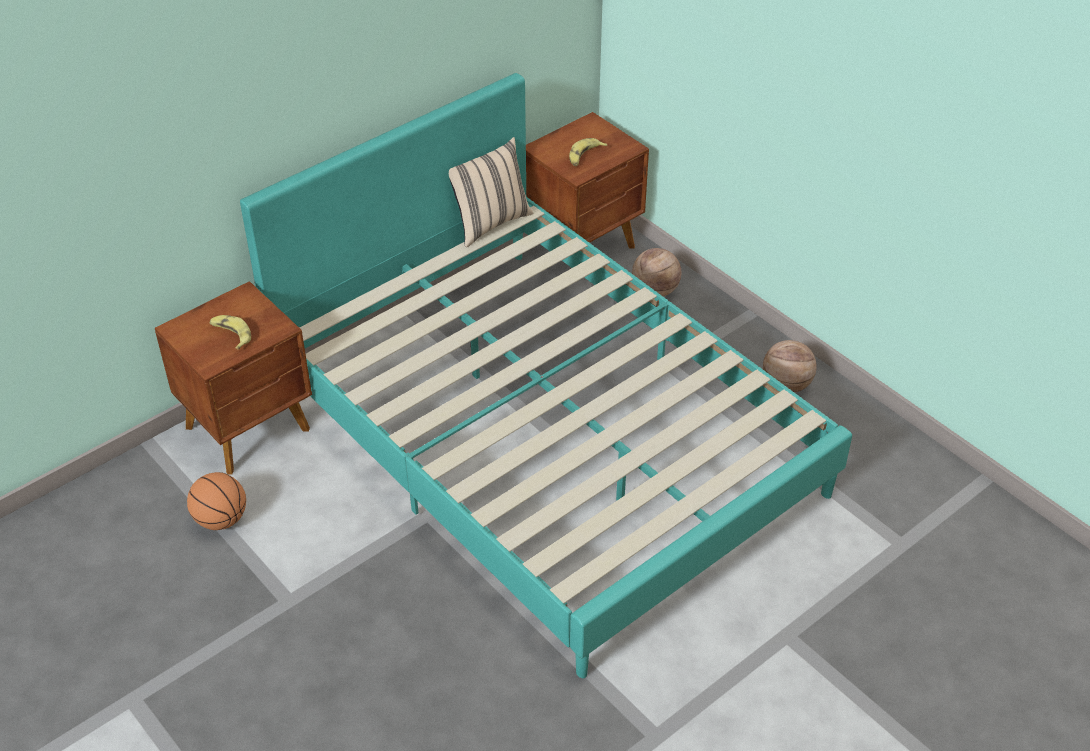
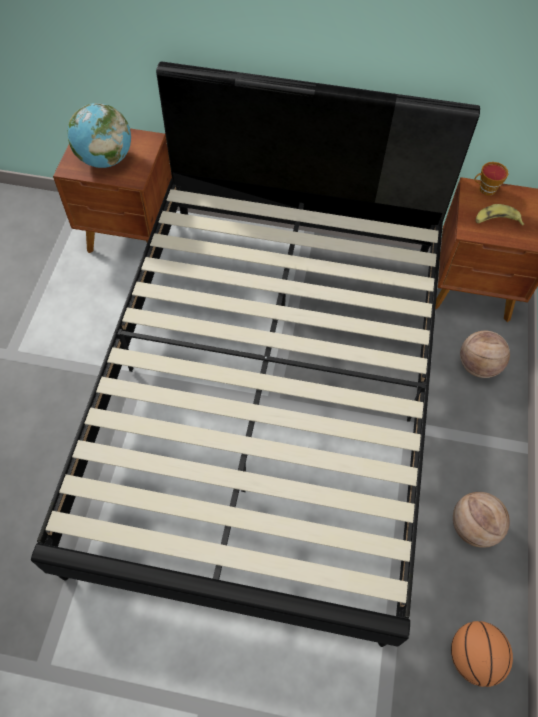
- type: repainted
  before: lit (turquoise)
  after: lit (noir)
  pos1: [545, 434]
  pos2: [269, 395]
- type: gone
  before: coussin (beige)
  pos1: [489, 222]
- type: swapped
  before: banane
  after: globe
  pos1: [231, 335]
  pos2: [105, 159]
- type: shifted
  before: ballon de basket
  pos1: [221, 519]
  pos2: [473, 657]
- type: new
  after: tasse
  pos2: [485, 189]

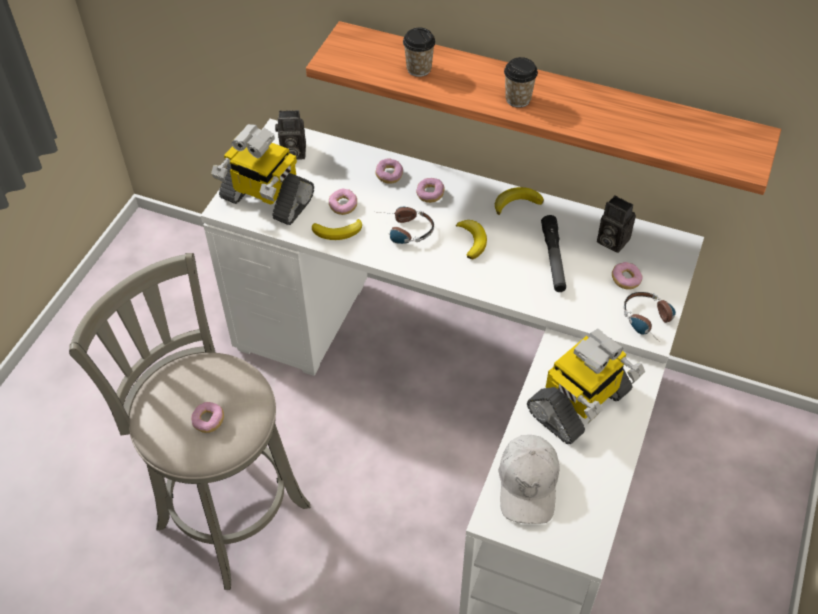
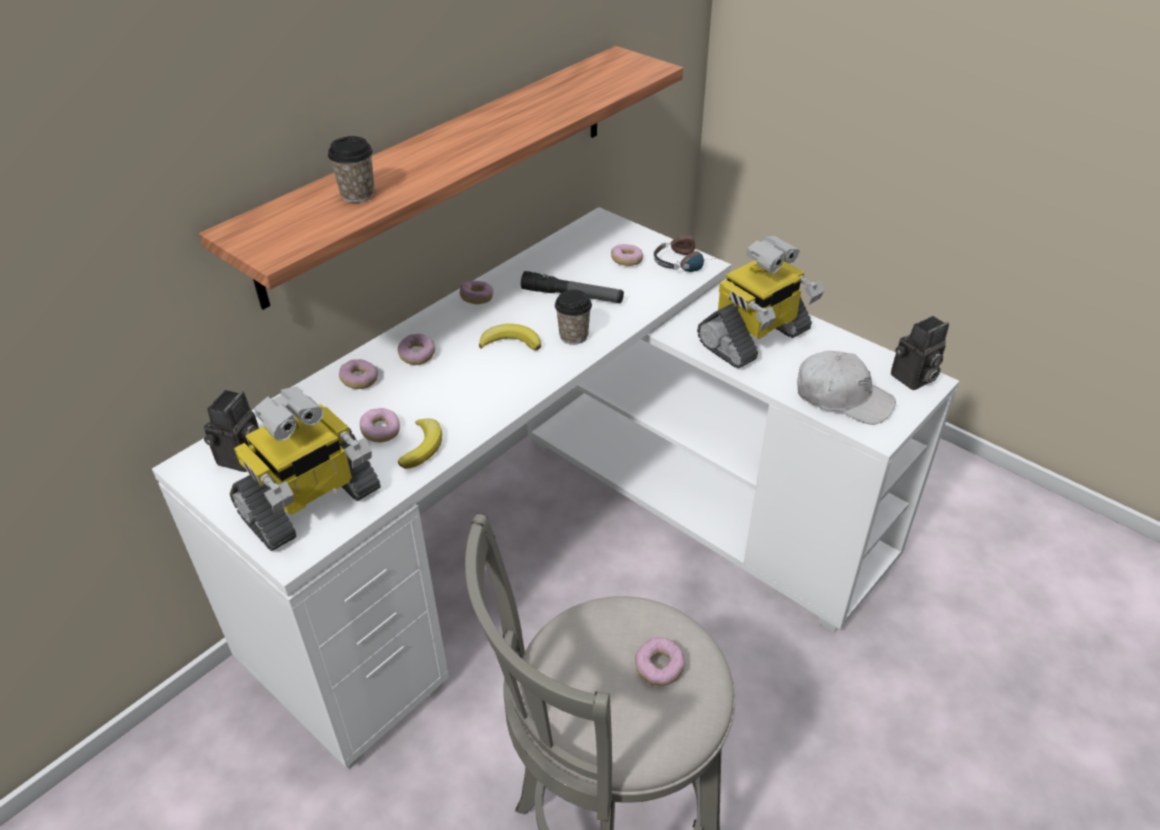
- type: shifted
  before: tasse
  pos1: [518, 99]
  pos2: [573, 336]
- type: swapped
  before: banane
  after: beignet
  pos1: [516, 203]
  pos2: [477, 299]
- type: shifted
  before: appareil photo
  pos1: [610, 240]
  pos2: [913, 379]
- type: gone
  before: casque audio
  pos1: [402, 231]
- type: rotated
  before: robot jouet
  pos1: [579, 404]
  pos2: [754, 339]
  turn: 75

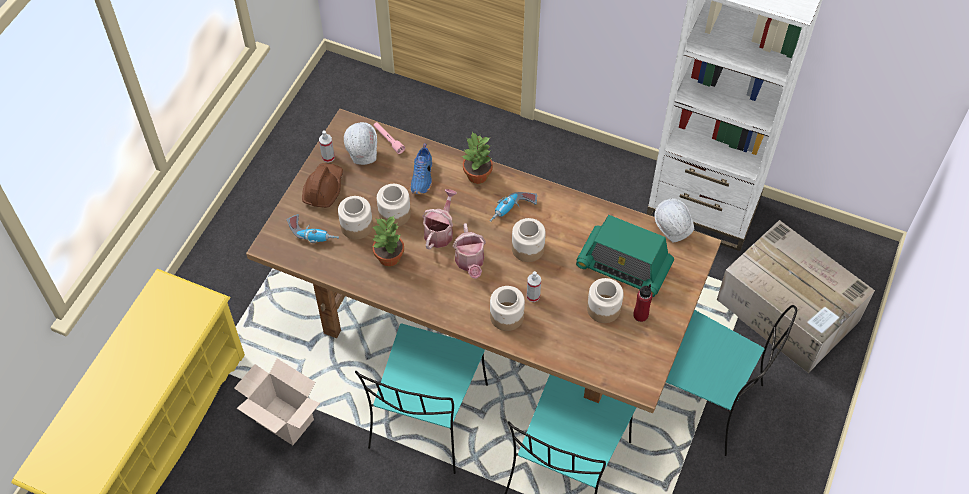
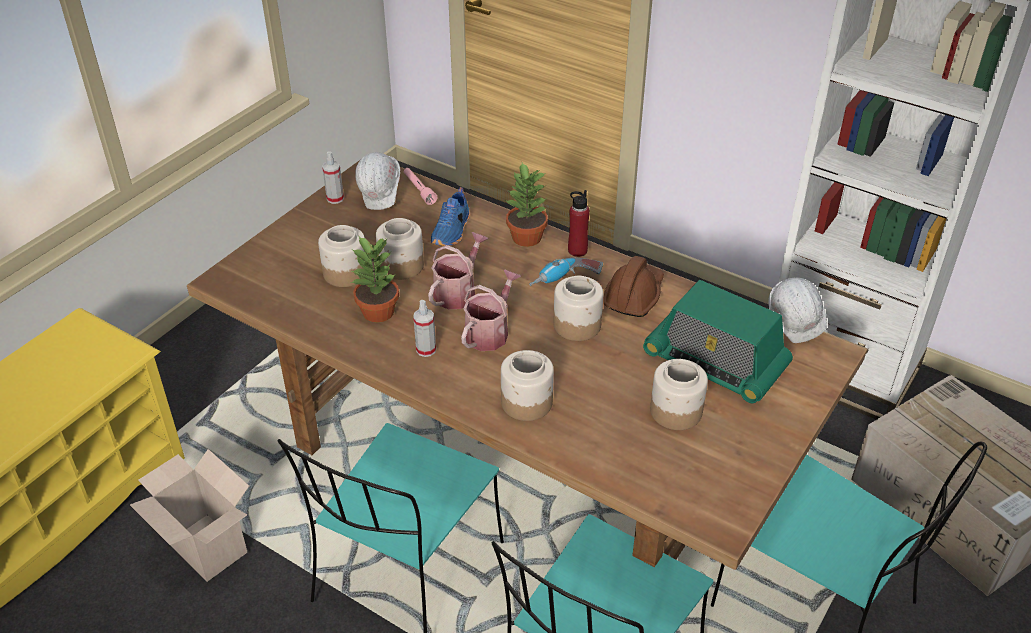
- type: shifted
  before: casque de chantier (marron)
  pos1: [323, 189]
  pos2: [633, 295]
- type: gone
  before: perceuse
  pos1: [313, 233]
- type: rotated
  before: arrosoir
  pos1: [470, 263]
  pos2: [490, 332]
  turn: -150
- type: shifted
  before: vaporisateur
  pos1: [533, 296]
  pos2: [426, 350]
- type: shifted
  before: bouteille (rouge)
  pos1: [640, 315]
  pos2: [577, 250]

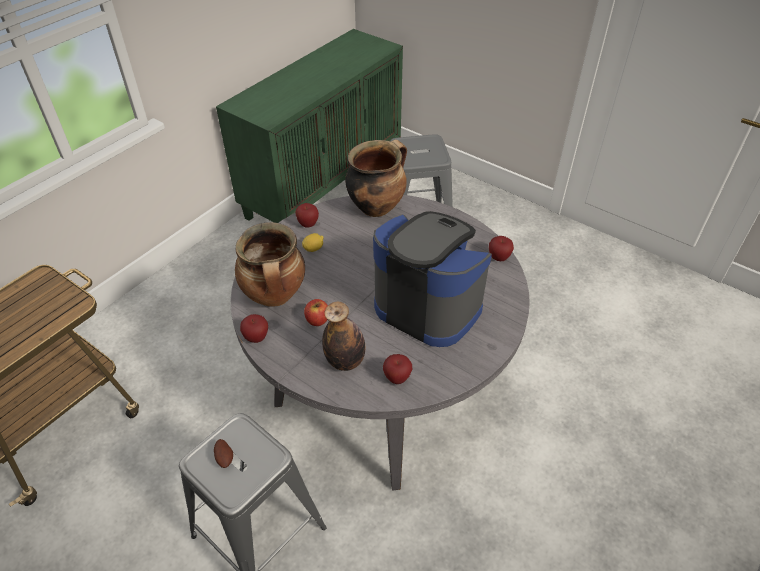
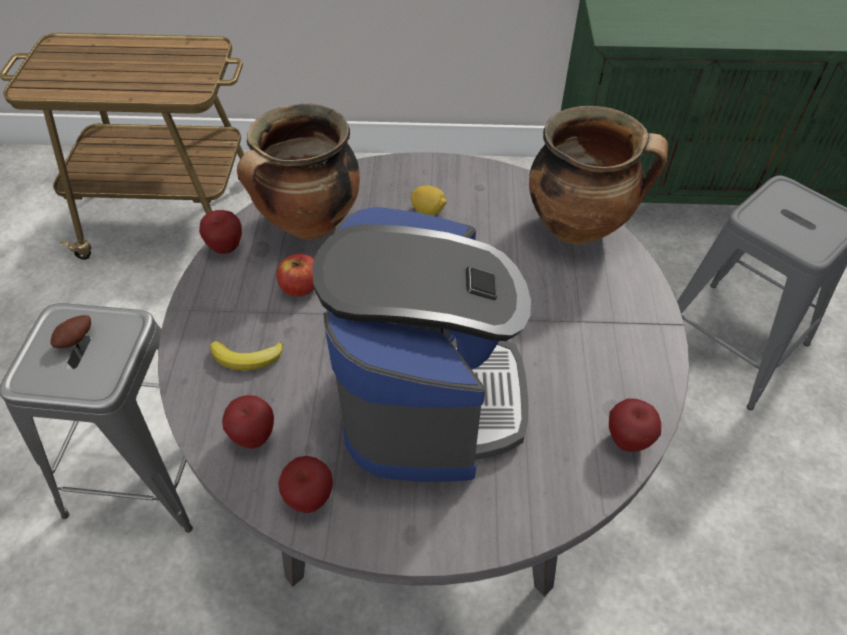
- type: shifted
  before: pomme
  pos1: [308, 224]
  pos2: [310, 498]
- type: swapped
  before: bouteille
  after: banane
  pos1: [345, 361]
  pos2: [247, 358]

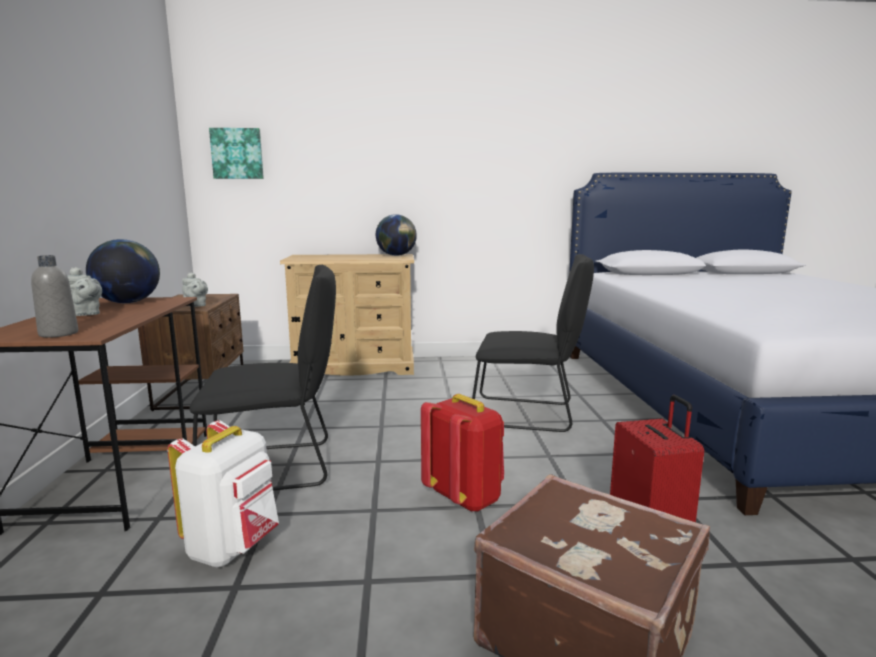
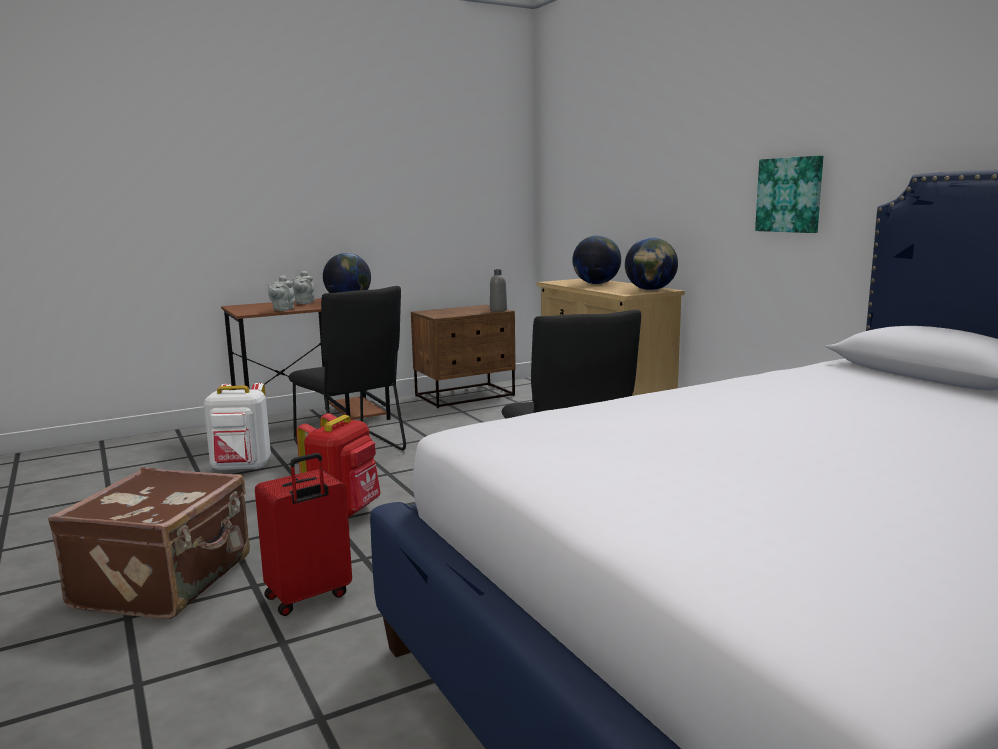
- type: shifted
  before: tableau
  pos1: [237, 153]
  pos2: [790, 195]
- type: shifted
  before: bouteille (gris)
  pos1: [58, 334]
  pos2: [498, 310]
- type: shifted
  before: théière (gris)
  pos1: [196, 305]
  pos2: [282, 309]
- type: new
  after: globe
  pos2: [596, 284]

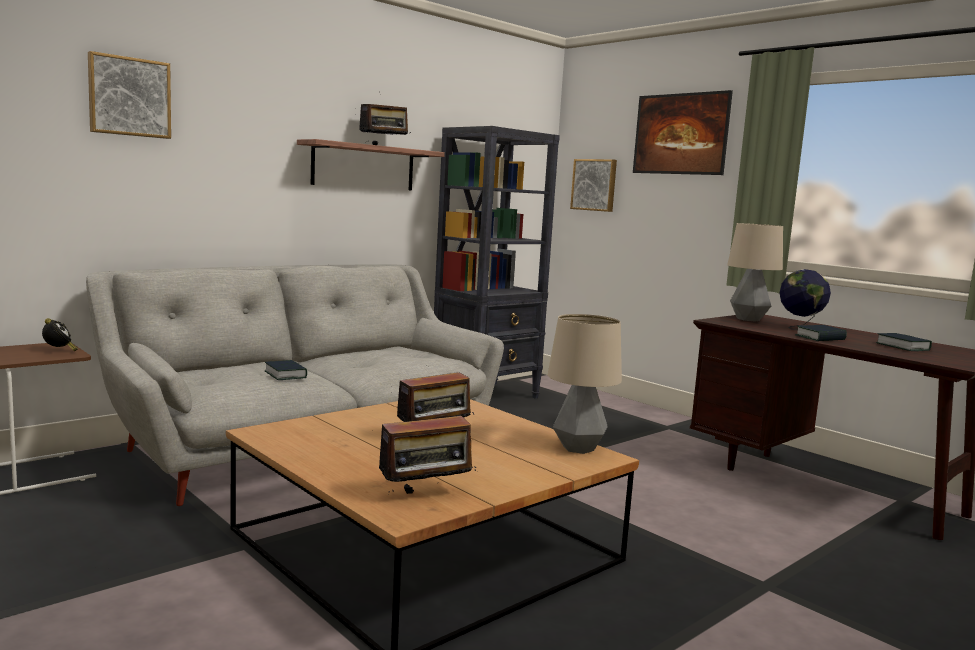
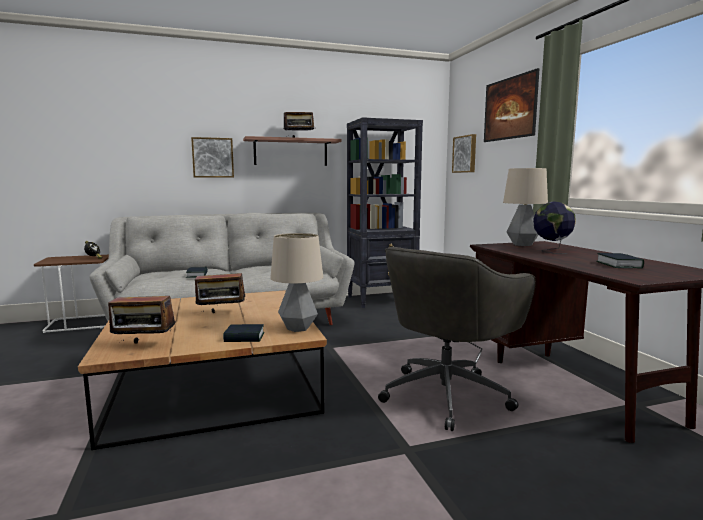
- type: shifted
  before: tableau
  pos1: [129, 97]
  pos2: [212, 157]
- type: shifted
  before: livre
  pos1: [820, 338]
  pos2: [244, 337]
- type: new
  after: chaise de bureau (gris)
  pos2: [447, 394]

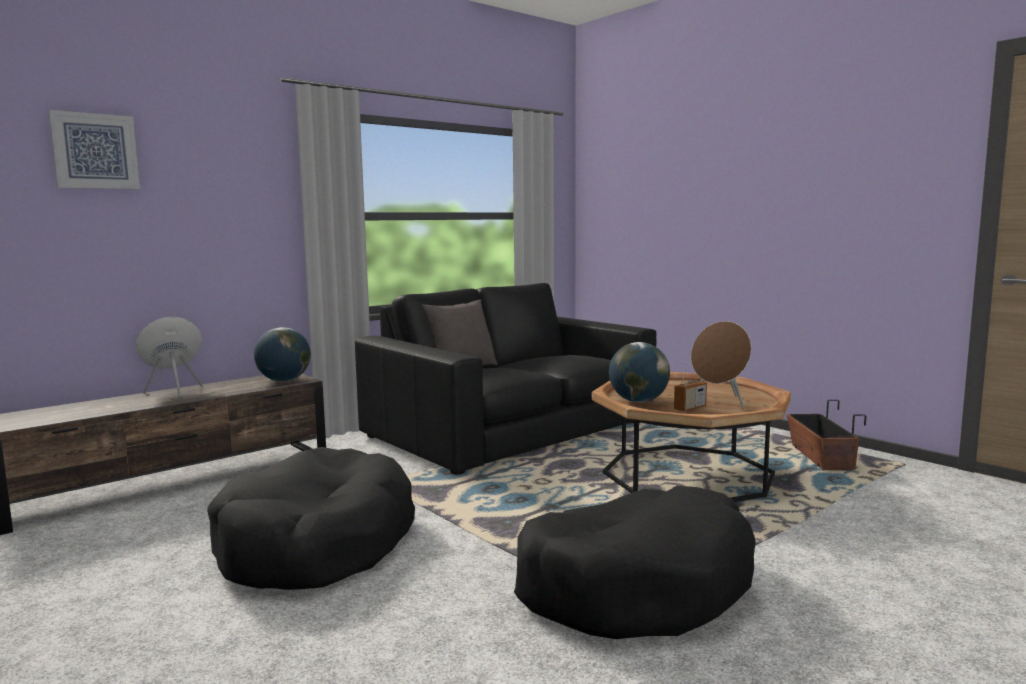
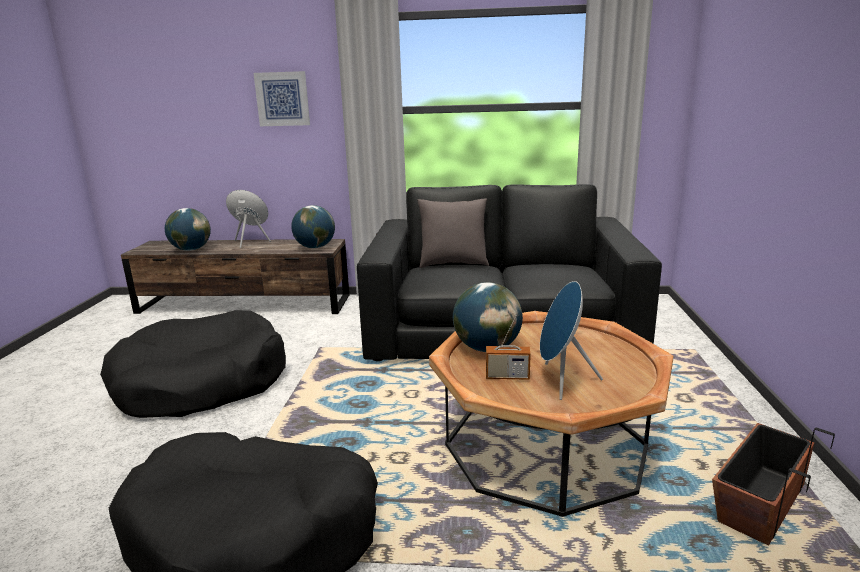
- type: shifted
  before: tableau
  pos1: [95, 151]
  pos2: [282, 99]
- type: repainted
  before: enceinte (marron)
  after: enceinte (bleu)
  pos1: [720, 402]
  pos2: [561, 381]
- type: new
  after: globe
  pos2: [191, 250]

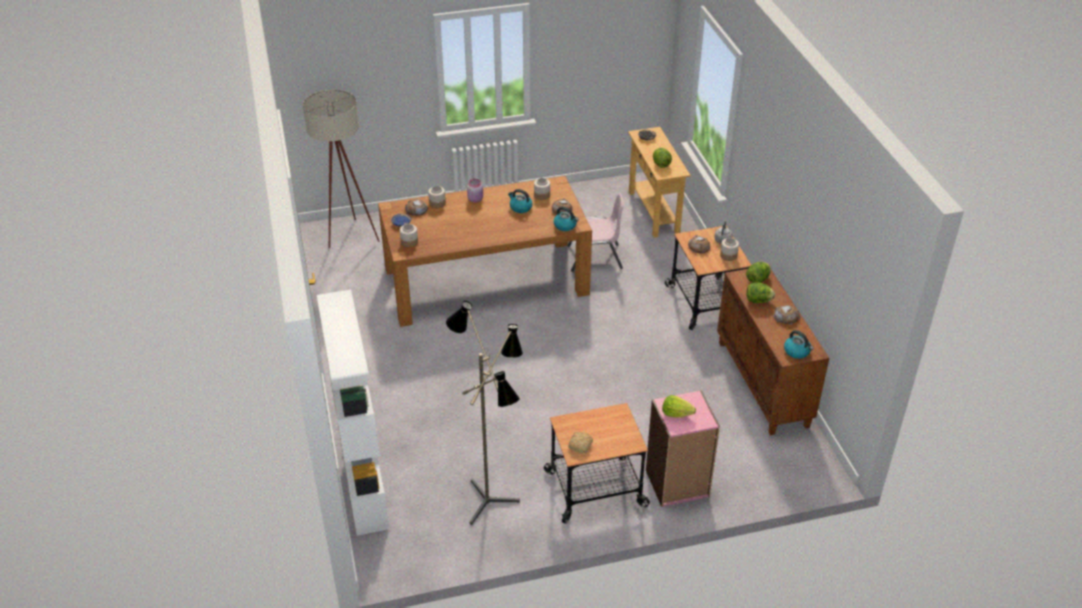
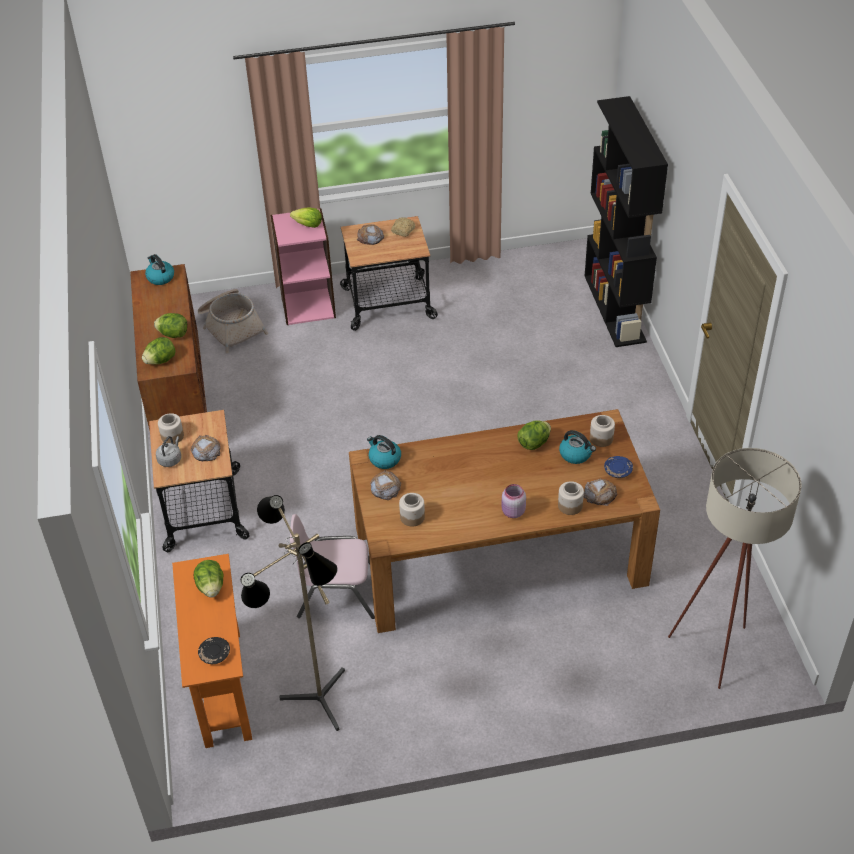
- type: repainted
  before: table console (beige)
  after: table console (orange)
  pos1: [653, 212]
  pos2: [222, 687]
- type: shifted
  before: bouilloire
  pos1: [520, 208]
  pos2: [576, 454]
- type: repainted
  before: bibliothèque (blanc)
  after: bibliothèque (noir)
  pos1: [364, 488]
  pos2: [615, 308]
- type: shifted
  before: lampadaire
  pos1: [492, 499]
  pos2: [313, 704]
- type: shifted
  before: pain
  pos1: [786, 317]
  pos2: [370, 237]
- type: new
  after: panier
  pos2: [231, 326]
- type: new
  after: laitue
  pos2: [534, 443]

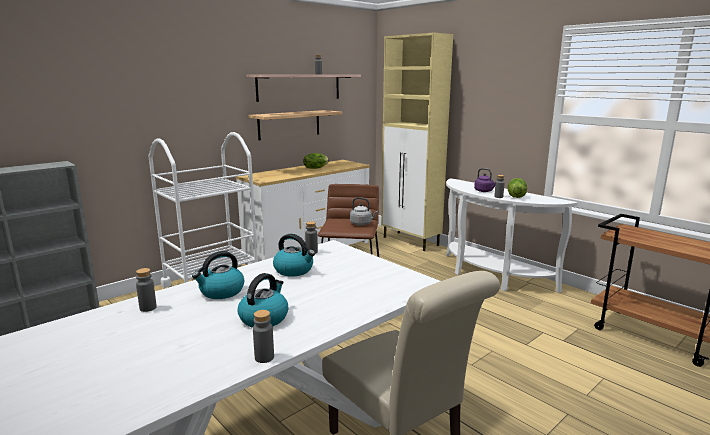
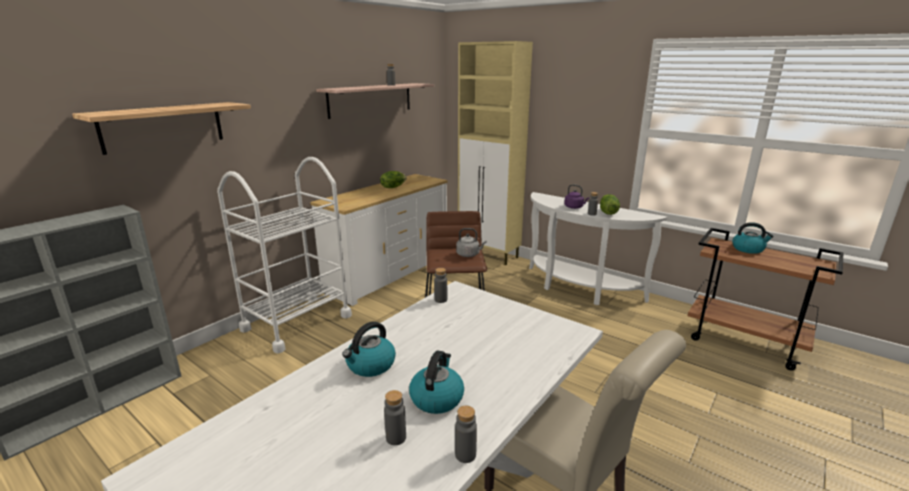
- type: shifted
  before: étagère
  pos1: [289, 124]
  pos2: [163, 127]
- type: shifted
  before: bouilloire
  pos1: [294, 270]
  pos2: [748, 249]
- type: shifted
  before: bouteille (gris)
  pos1: [148, 308]
  pos2: [396, 438]

